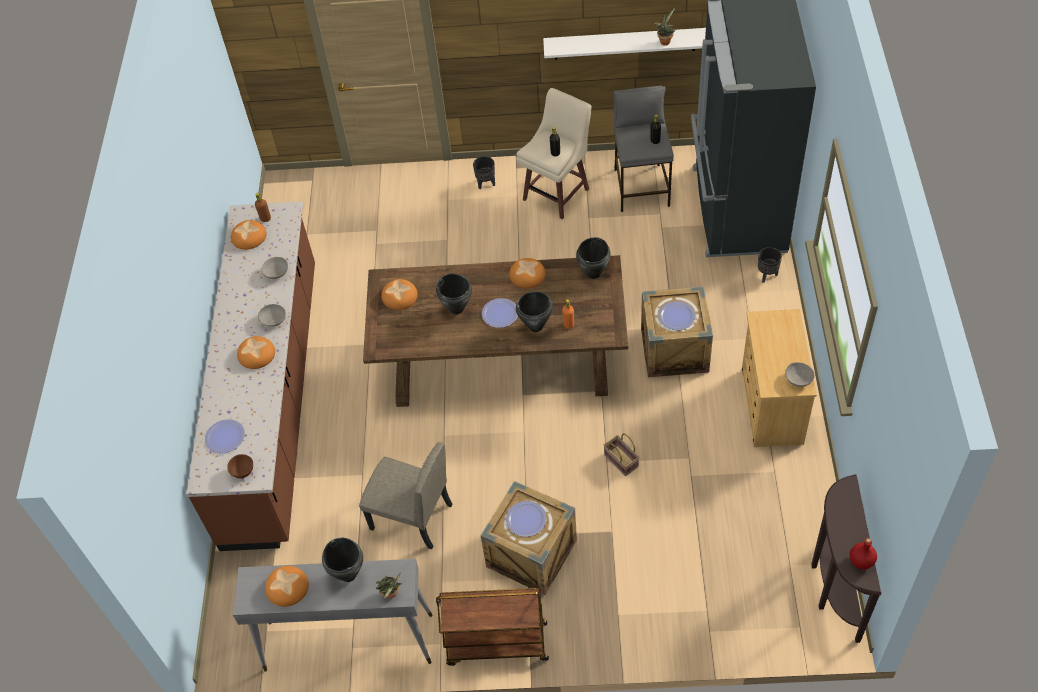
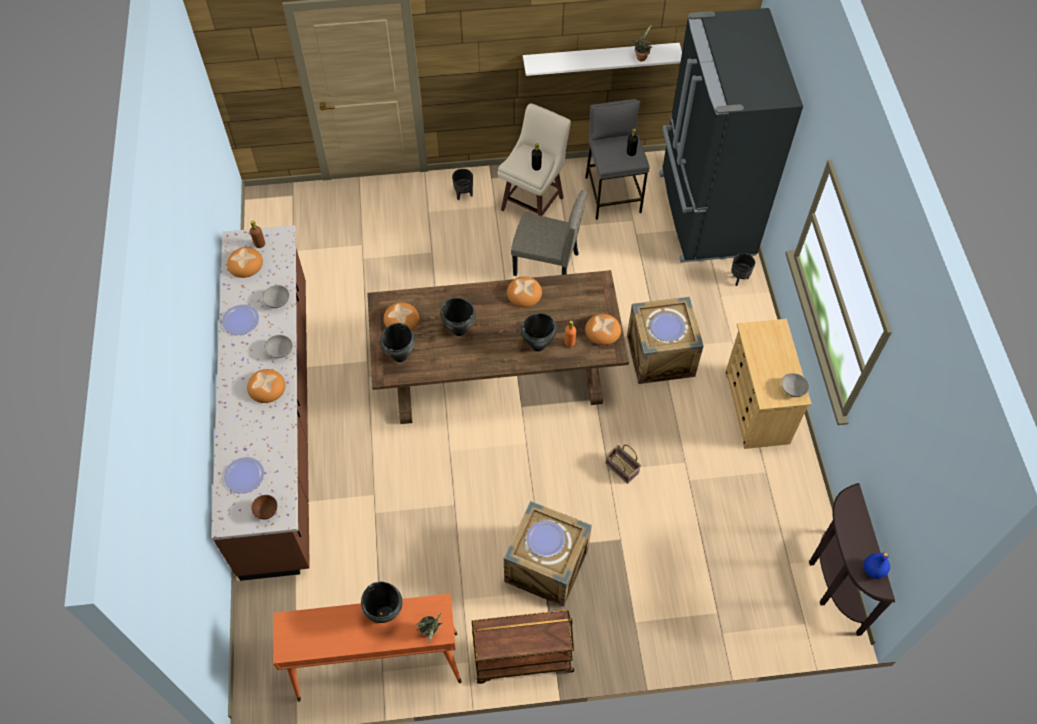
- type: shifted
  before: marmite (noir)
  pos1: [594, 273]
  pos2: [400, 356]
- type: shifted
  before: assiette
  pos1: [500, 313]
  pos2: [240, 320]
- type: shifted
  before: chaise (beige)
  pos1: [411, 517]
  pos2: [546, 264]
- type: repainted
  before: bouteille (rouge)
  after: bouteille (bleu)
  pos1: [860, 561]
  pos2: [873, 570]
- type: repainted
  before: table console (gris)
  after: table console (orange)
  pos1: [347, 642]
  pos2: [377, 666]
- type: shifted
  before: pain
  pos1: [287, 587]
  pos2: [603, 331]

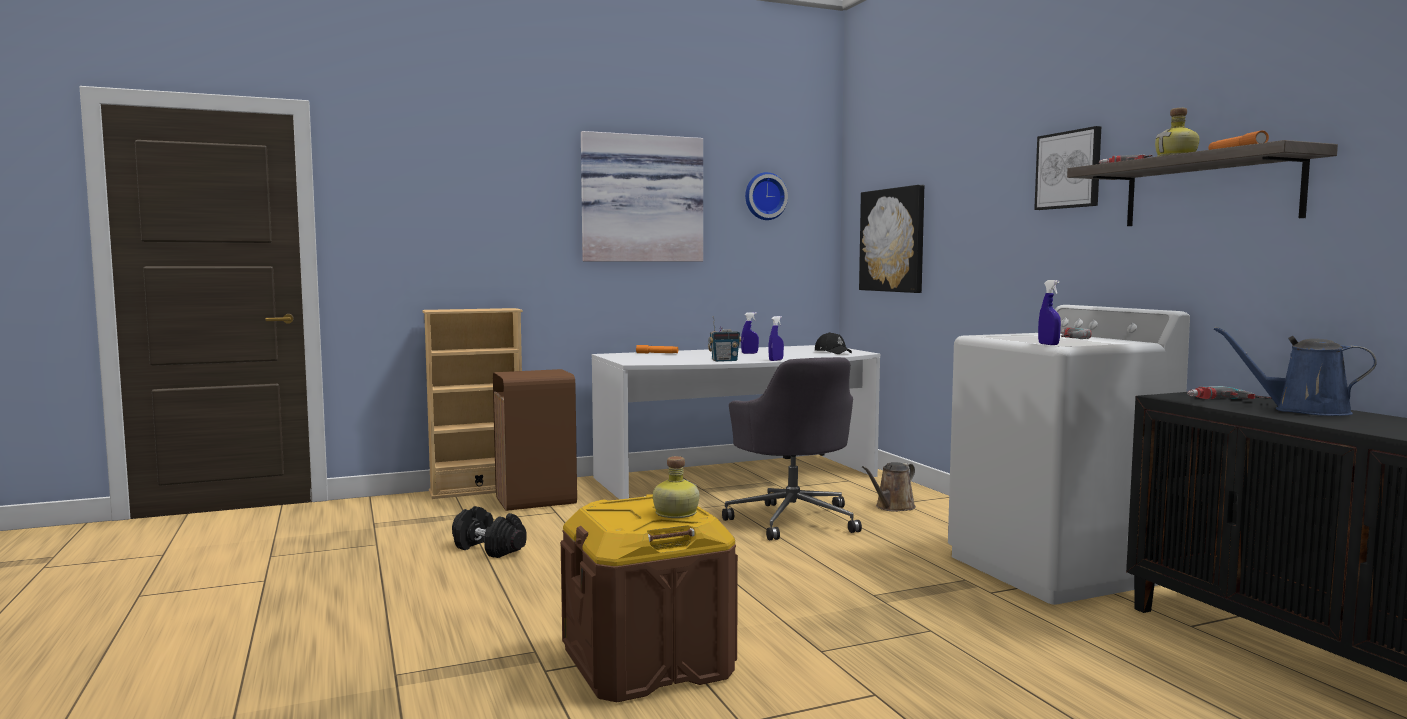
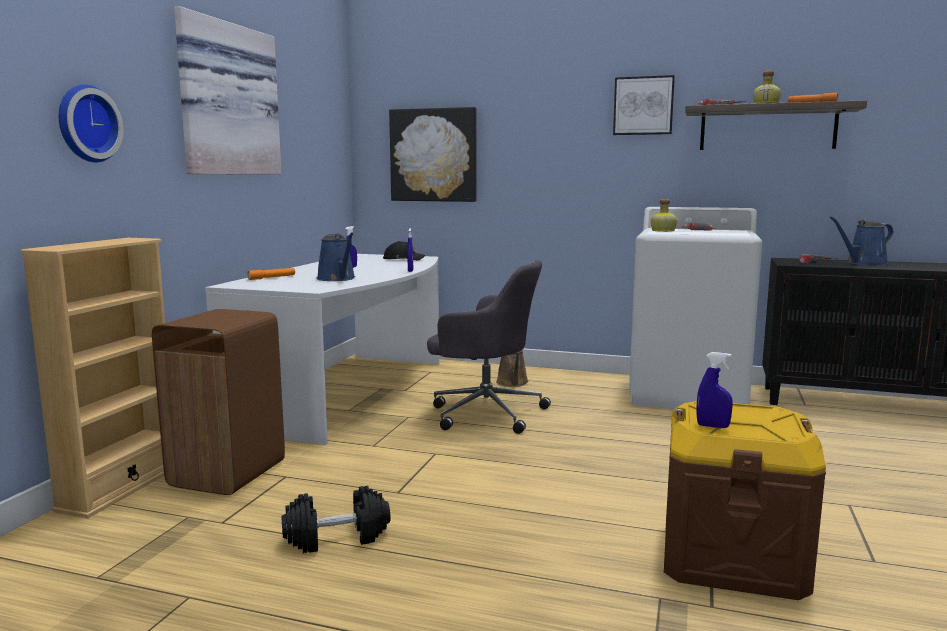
- type: shifted
  before: horloge murale
  pos1: [764, 196]
  pos2: [85, 124]
- type: shifted
  before: vaporisateur (bleu)
  pos1: [1048, 344]
  pos2: [712, 426]
- type: gone
  before: radio
  pos1: [724, 361]
- type: shifted
  before: bouteille
  pos1: [674, 513]
  pos2: [662, 231]
- type: new
  after: arrosoir (bleu)
  pos2: [337, 279]

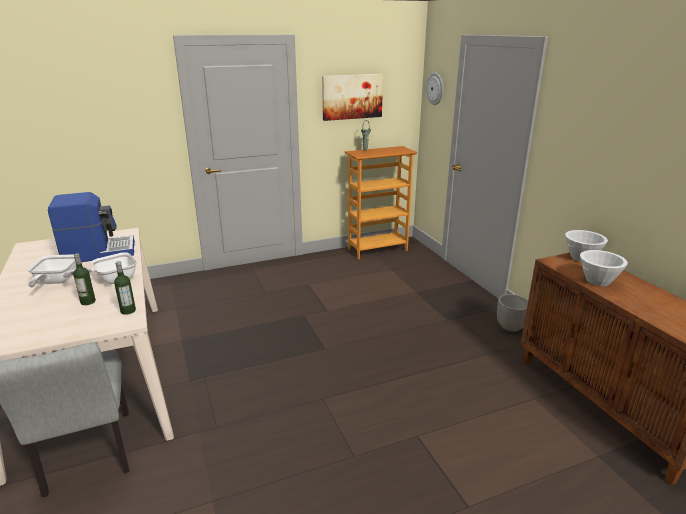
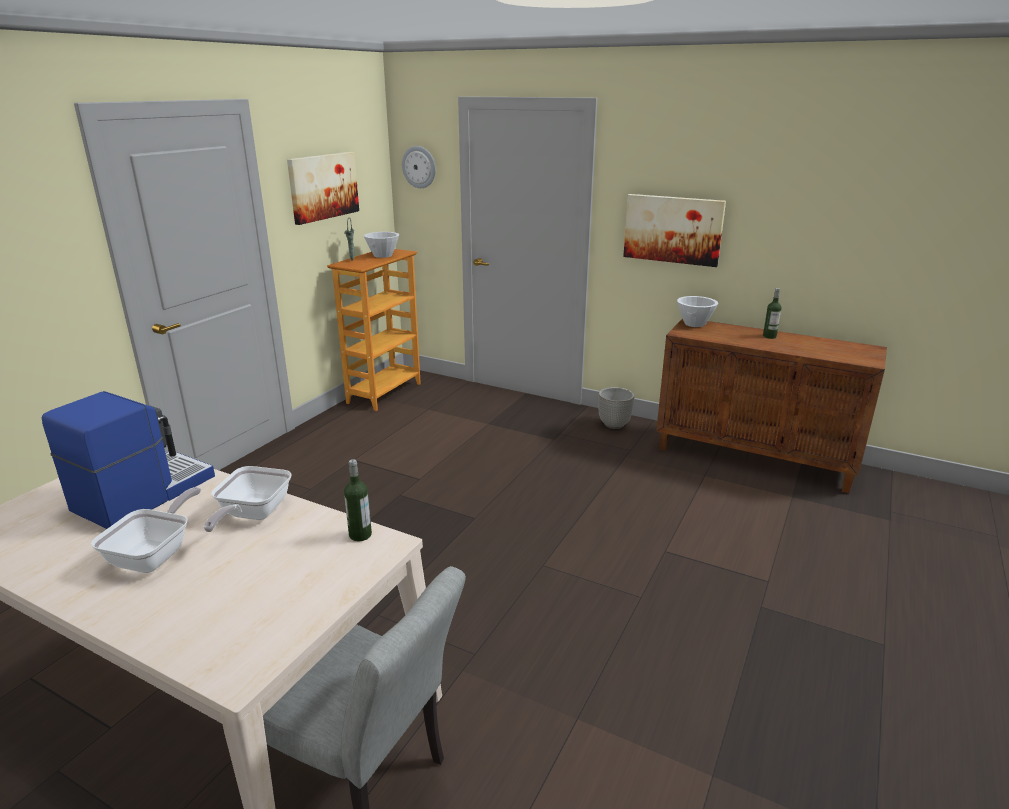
- type: shifted
  before: bol (blanc)
  pos1: [598, 281]
  pos2: [383, 255]
- type: shifted
  before: bouteille
  pos1: [88, 302]
  pos2: [769, 336]
- type: rotated
  before: poêle
  pos1: [55, 282]
  pos2: [156, 555]
  turn: -120
- type: new
  after: tableau
  pos2: [673, 229]

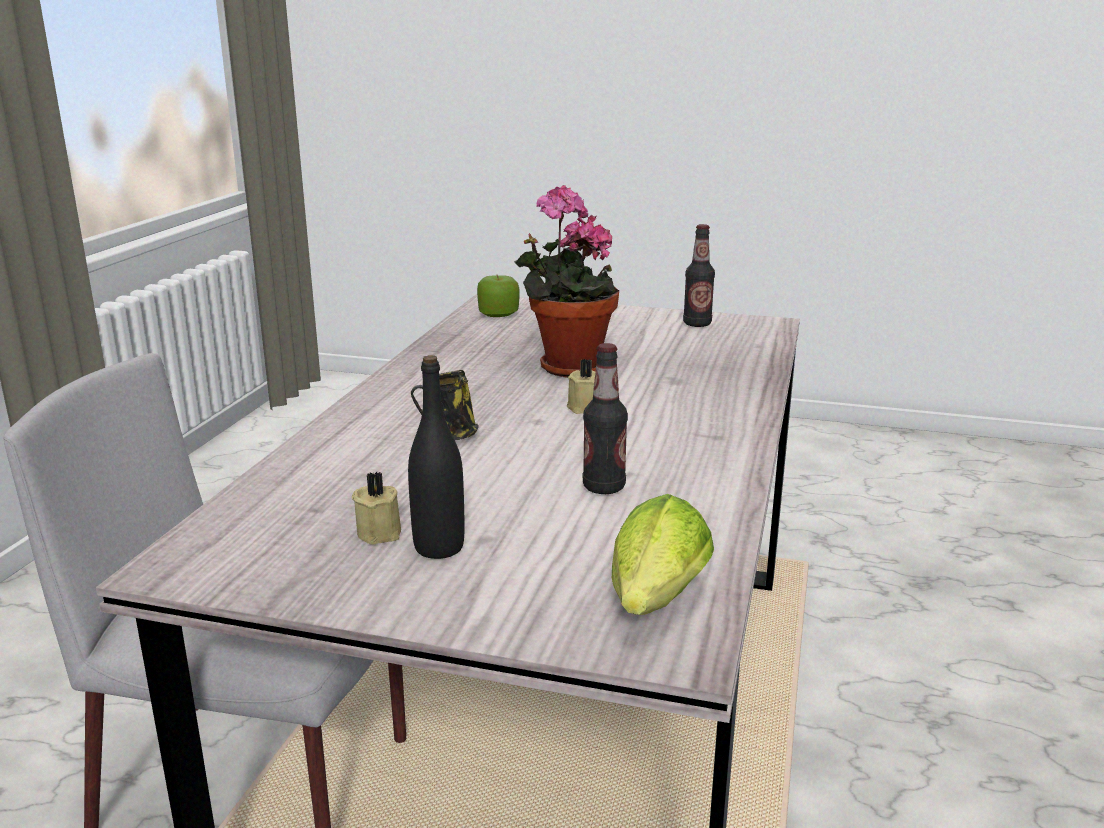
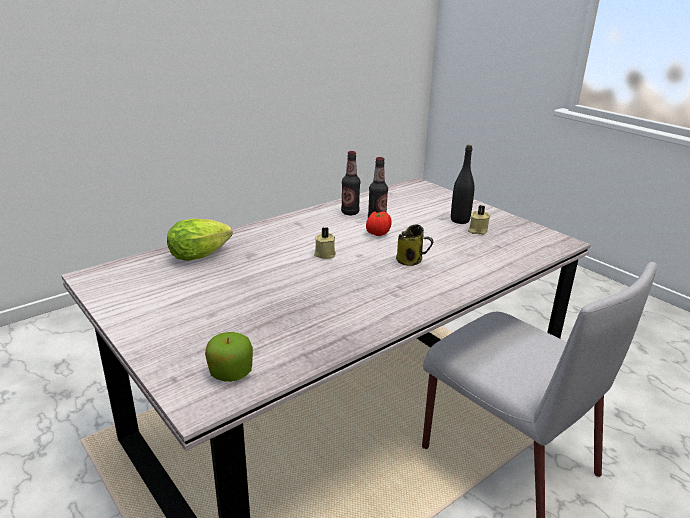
- type: gone
  before: plante en pot
  pos1: [567, 367]
- type: shifted
  before: bouteille
  pos1: [697, 324]
  pos2: [350, 212]
- type: shifted
  before: laitue
  pos1: [654, 604]
  pos2: [202, 255]
- type: new
  after: tomate
  pos2: [377, 233]

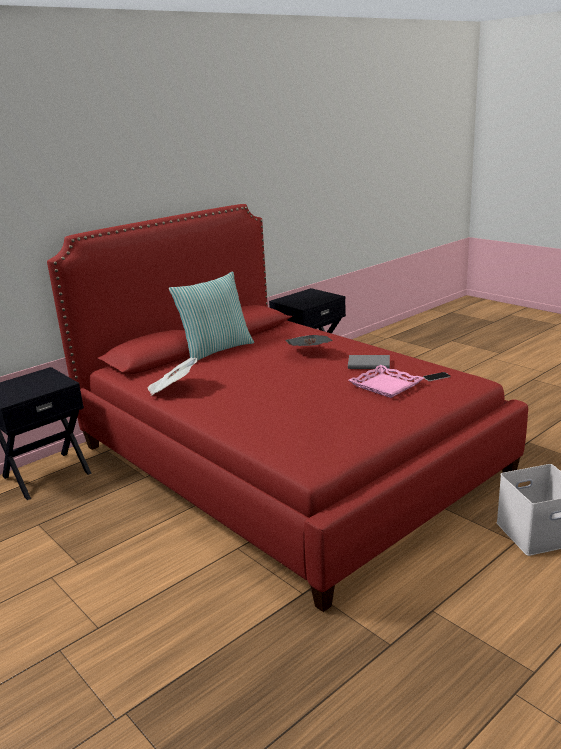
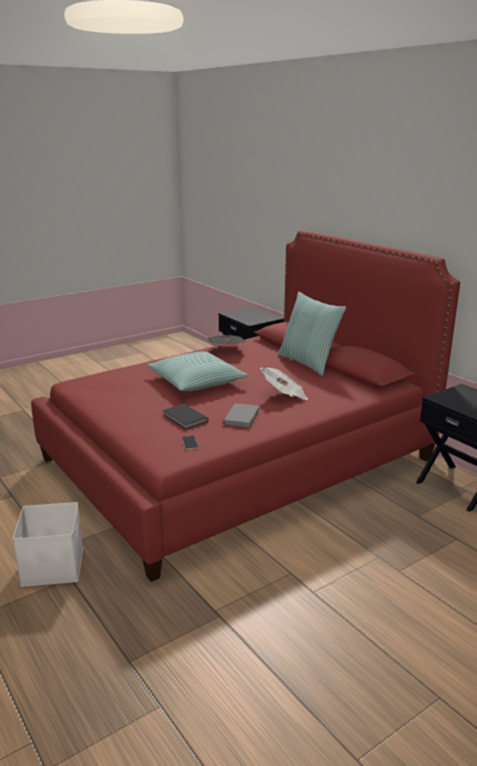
- type: swapped
  before: plateau (rose)
  after: livre (noir)
  pos1: [386, 385]
  pos2: [184, 418]
- type: new
  after: coussin
  pos2: [196, 381]

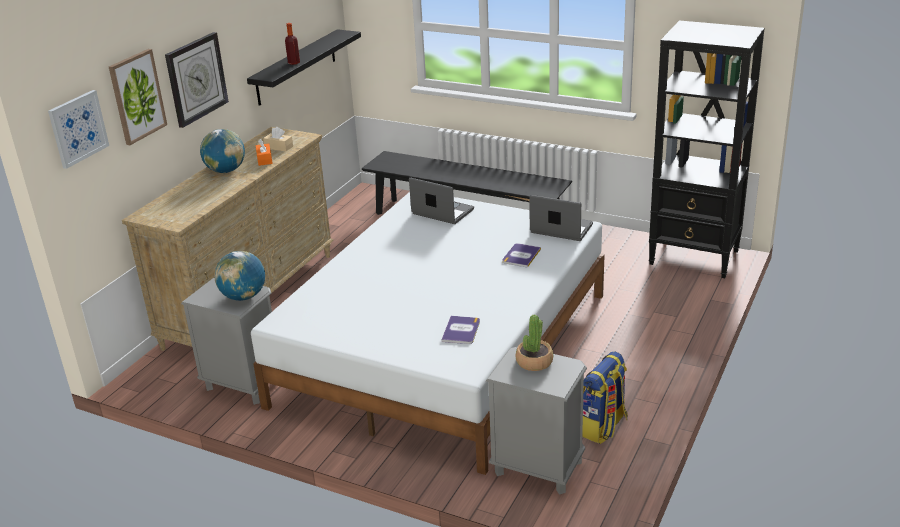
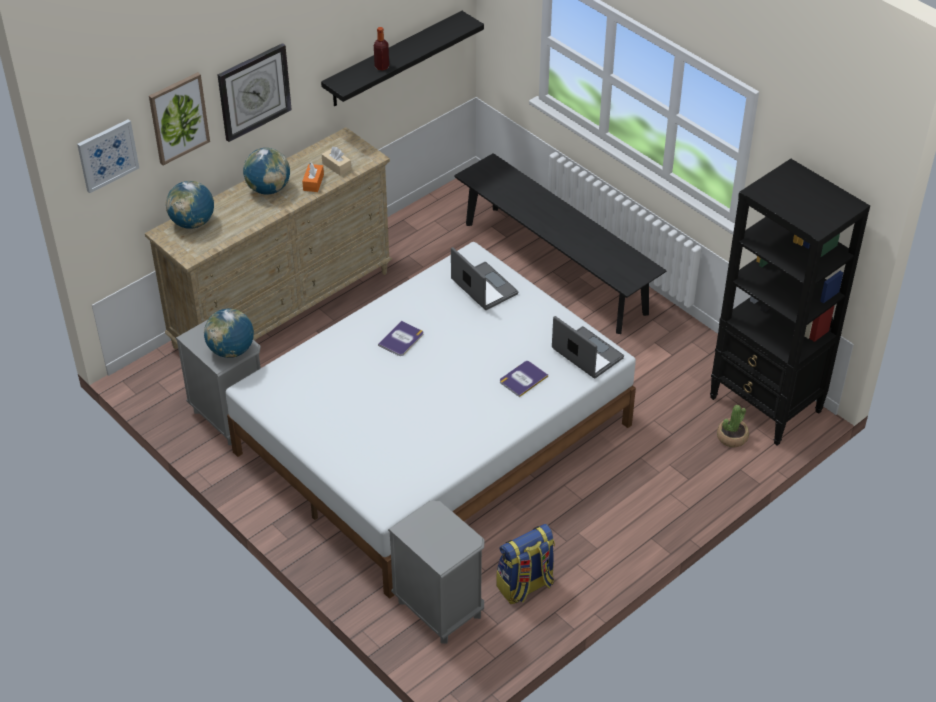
- type: shifted
  before: plante en pot
  pos1: [534, 362]
  pos2: [732, 437]
- type: shifted
  before: livre
  pos1: [461, 330]
  pos2: [401, 339]
- type: new
  after: globe
  pos2: [192, 223]

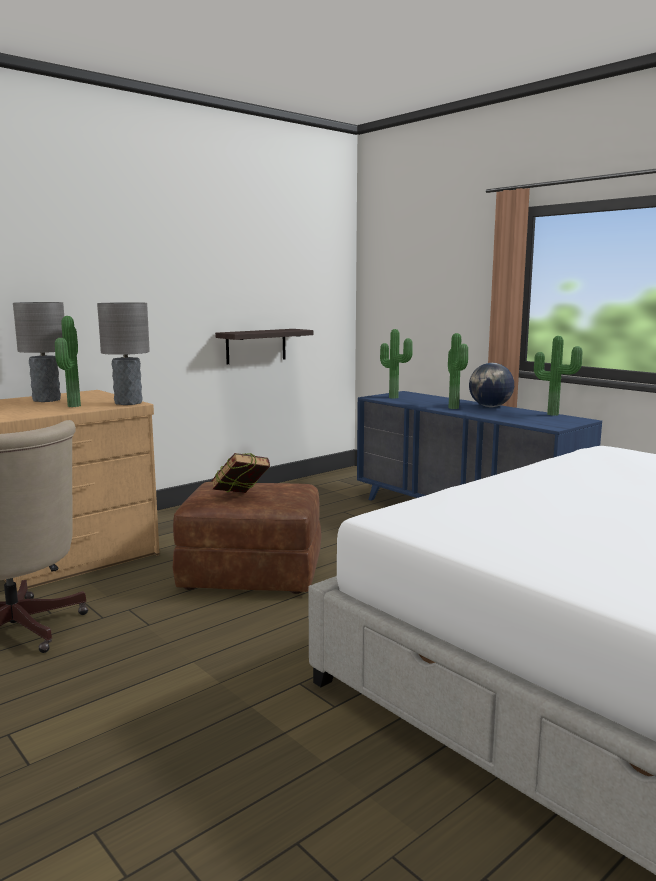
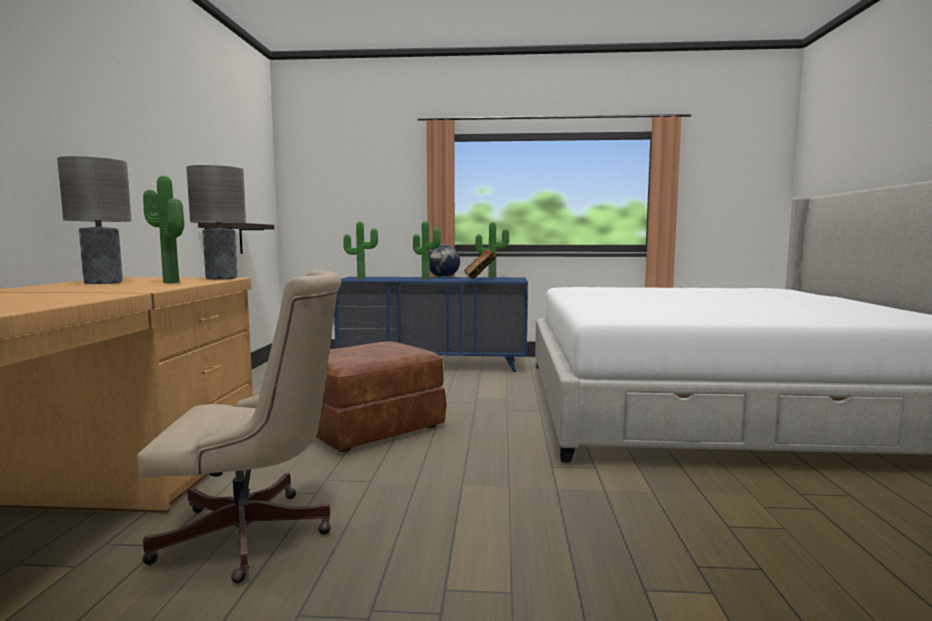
- type: shifted
  before: livre
  pos1: [241, 498]
  pos2: [480, 280]

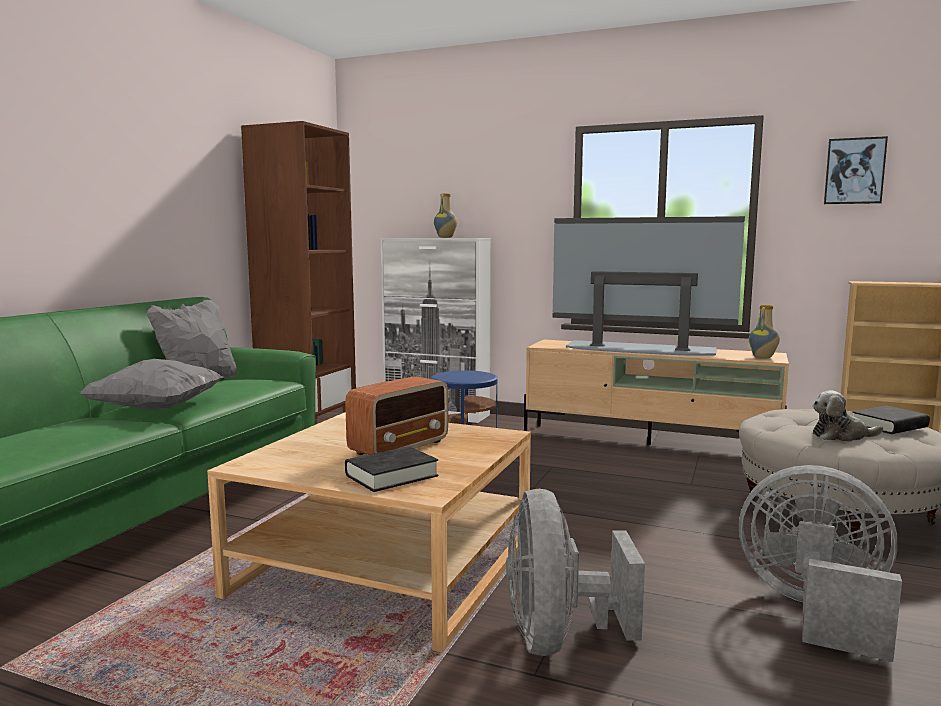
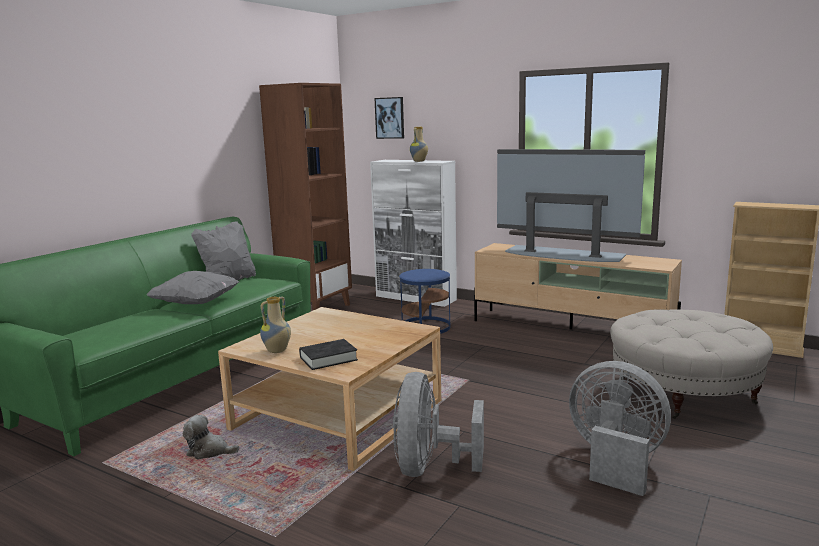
- type: shifted
  before: tableau
  pos1: [854, 171]
  pos2: [390, 118]
- type: shifted
  before: vase
  pos1: [763, 357]
  pos2: [277, 351]
- type: gone
  before: radio
  pos1: [400, 447]
- type: shifted
  before: peluche
  pos1: [841, 436]
  pos2: [209, 451]
- type: gone
  before: livre (noir)
  pos1: [889, 426]

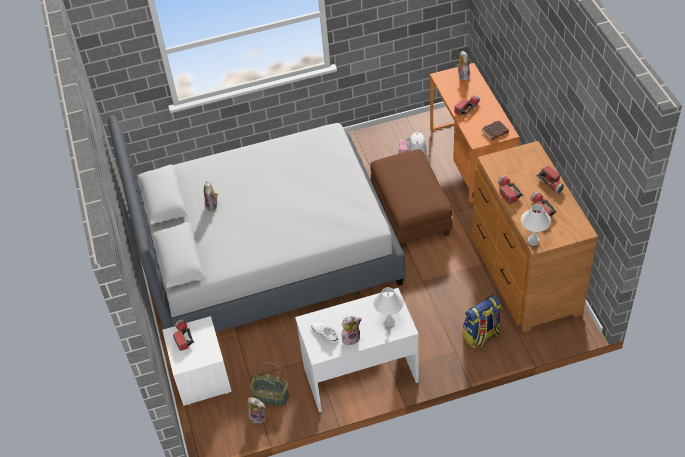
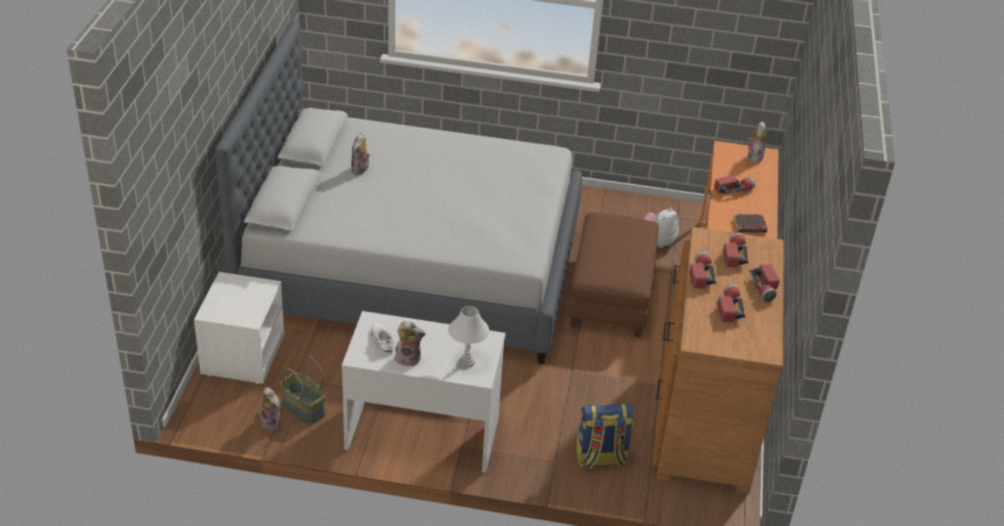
- type: gone
  before: lampe de table (blanc)
  pos1: [533, 241]
- type: shifted
  before: lampe de poche
  pos1: [183, 337]
  pos2: [734, 255]

